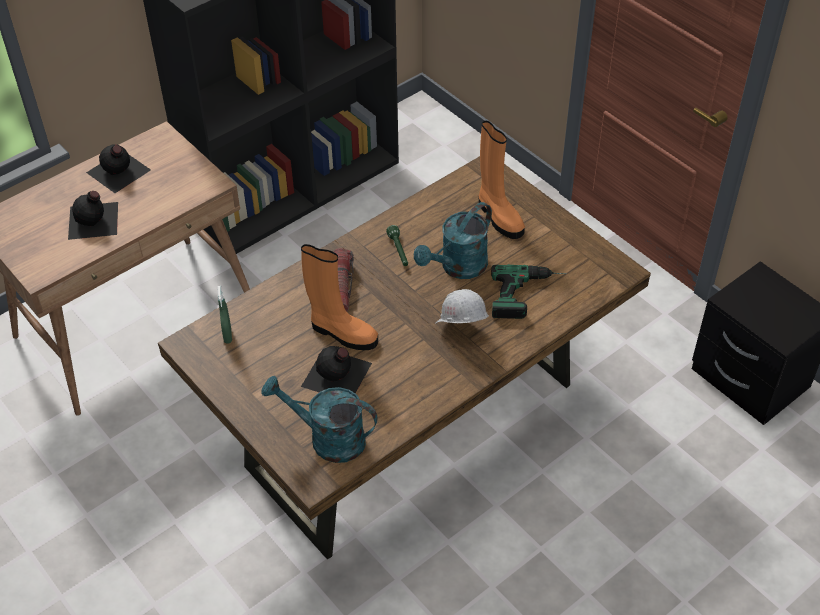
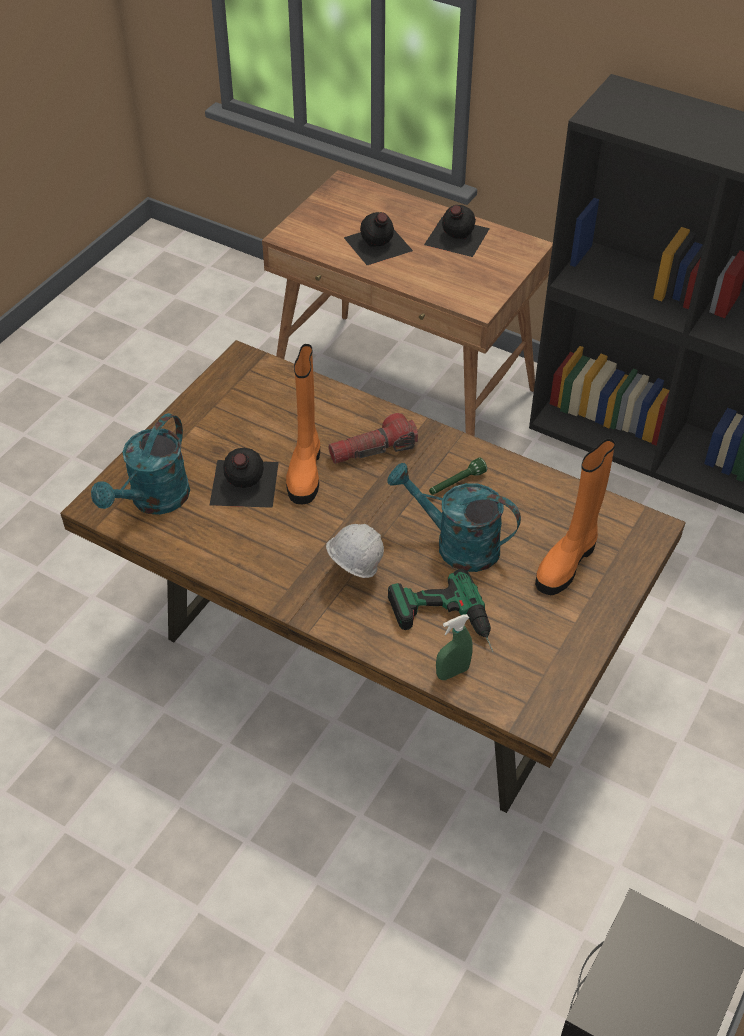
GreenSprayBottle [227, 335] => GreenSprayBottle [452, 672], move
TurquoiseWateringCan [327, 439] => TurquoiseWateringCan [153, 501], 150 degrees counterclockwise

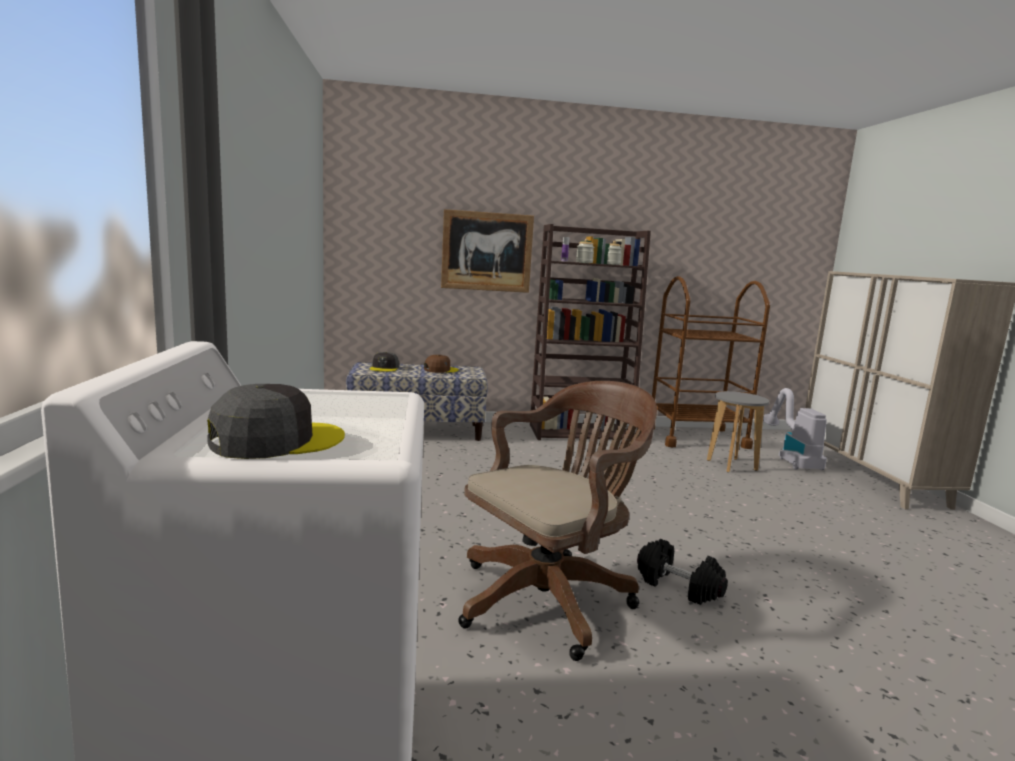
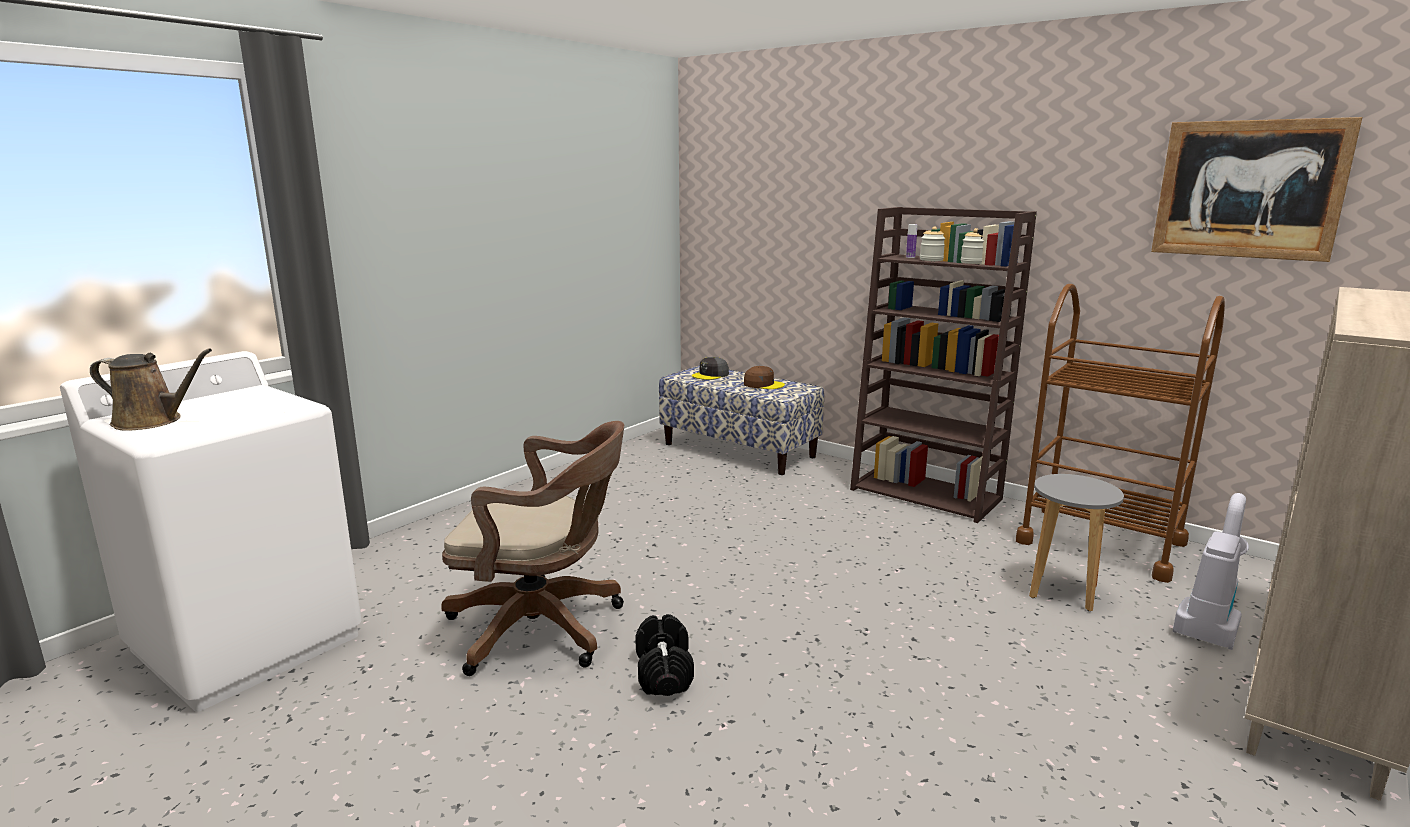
Picture [487, 251] => Picture [1248, 189], move
GreyCap [276, 440] => BrownWateringCan [152, 421]

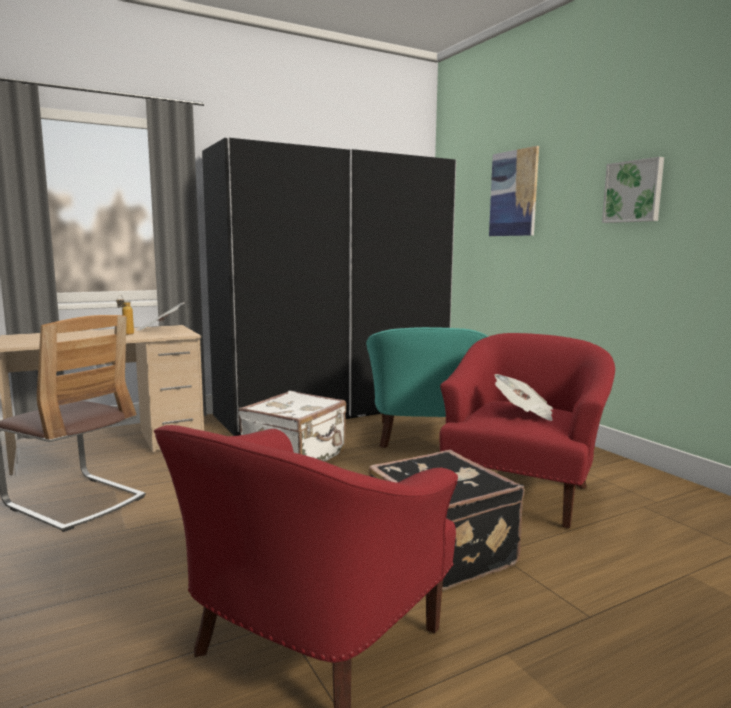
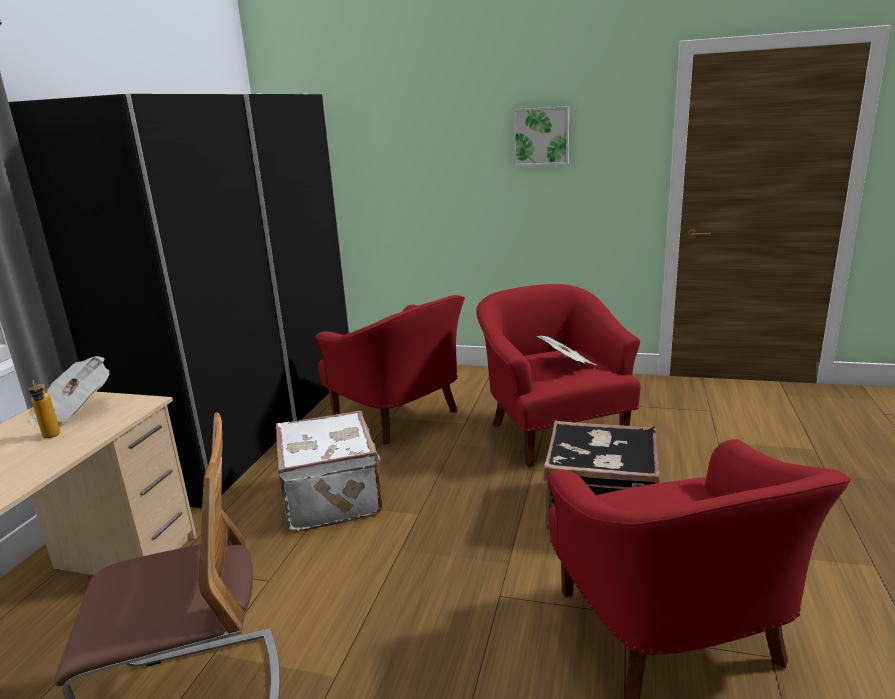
Picture [513, 193] => nothing
TurquoiseArmchair [423, 437] => RedArmchair [399, 417]

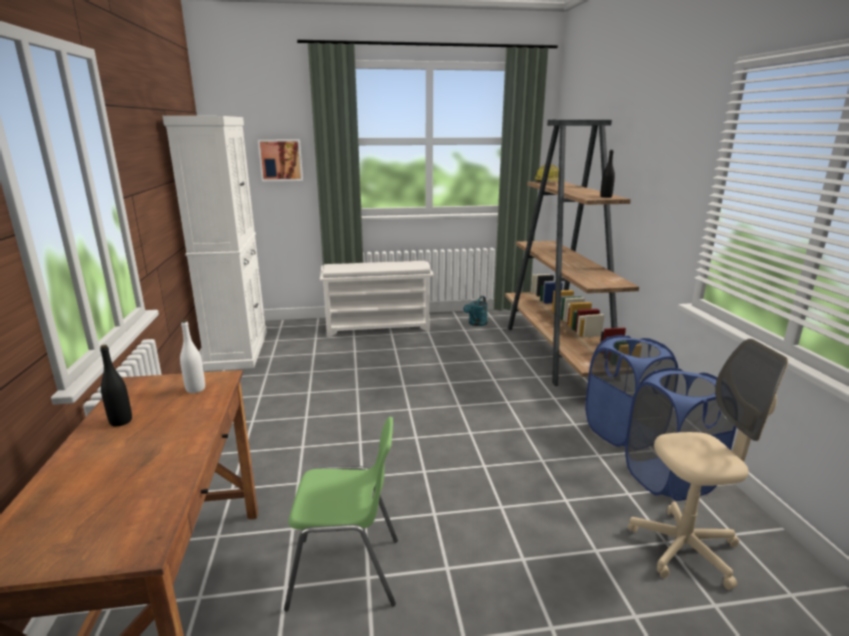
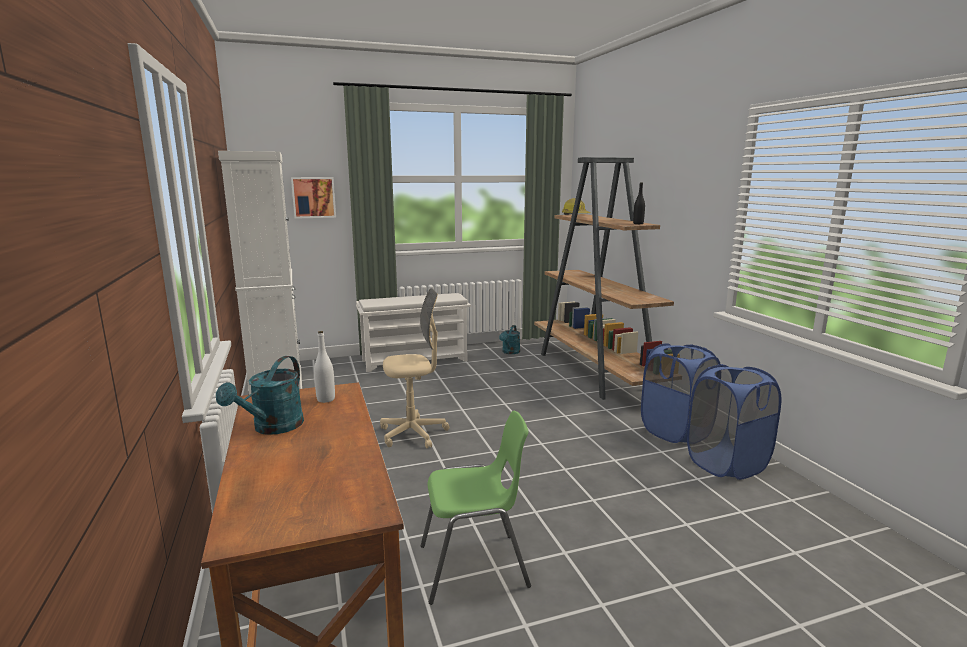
BeigeOfficeChair [684, 549] => BeigeOfficeChair [413, 434], move
BlackBottle [121, 421] => TurquoiseWateringCan [272, 428]

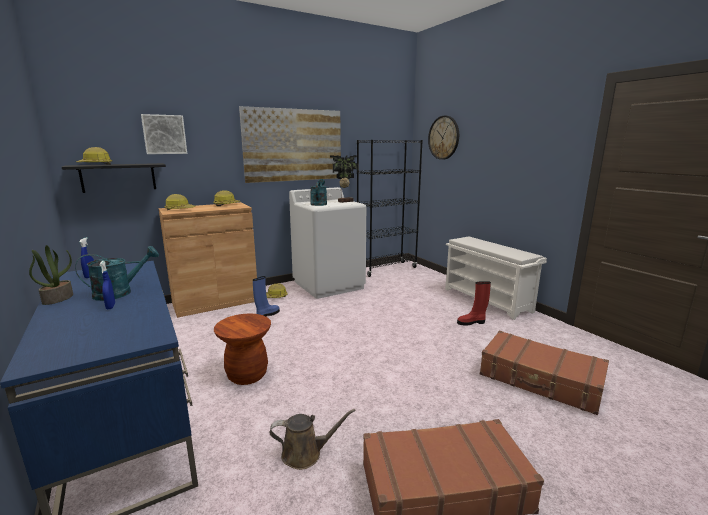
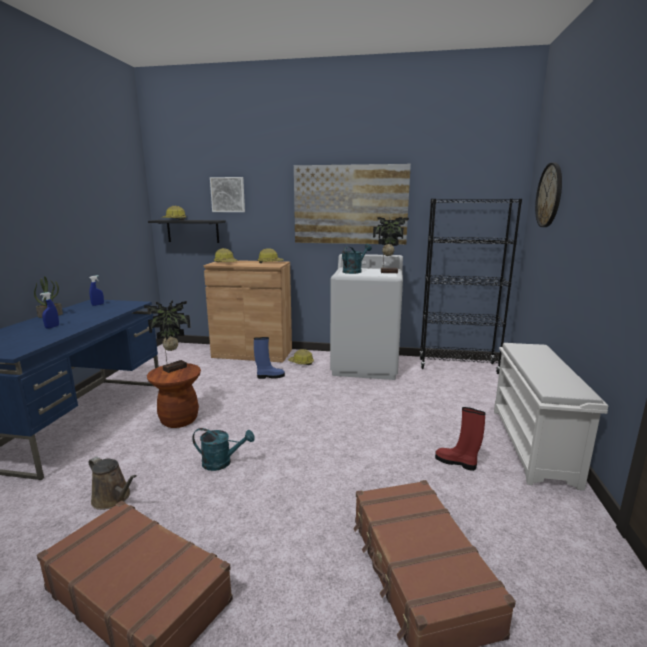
TurquoiseWateringCan [120, 292] => TurquoiseWateringCan [222, 462], move
nothing => PottedPlant [173, 368]

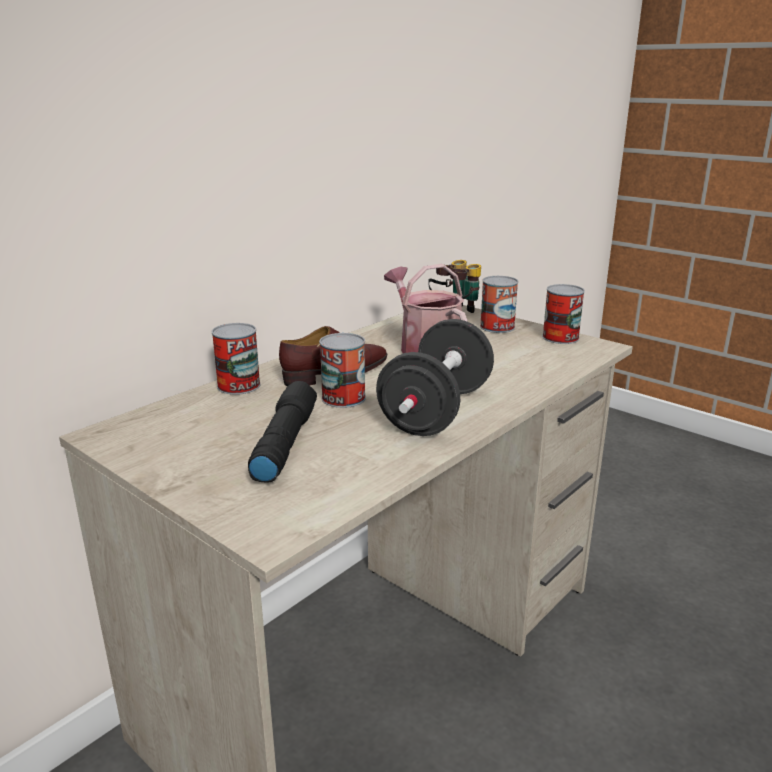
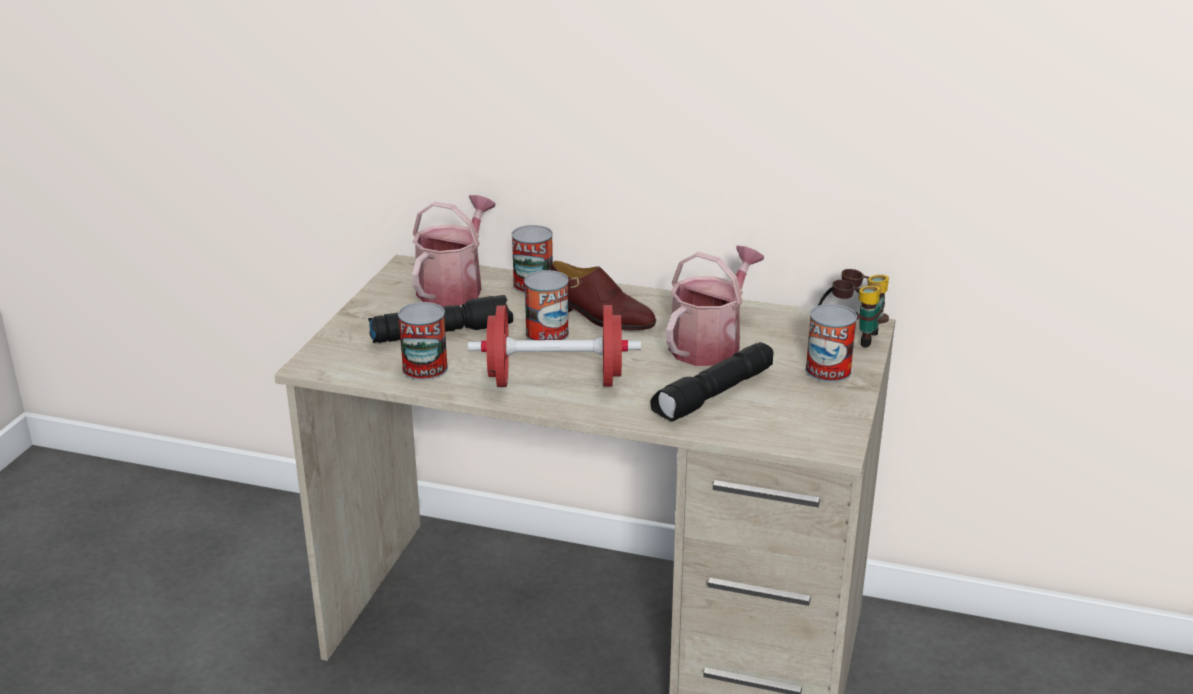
Can [560, 337] => Can [425, 368], move
BlackDumbbell [436, 411] => RedDumbbell [555, 381]
nothing => WateringCan [454, 287]
nothing => BlackFlashlight [714, 396]

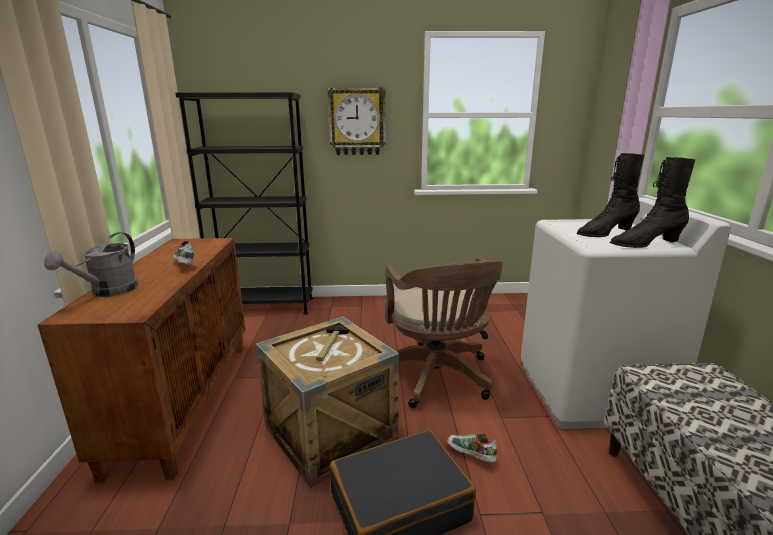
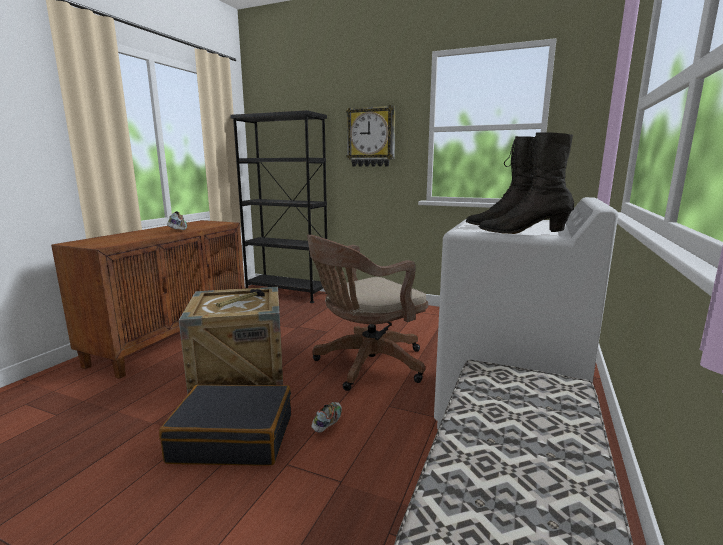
GreyWateringCan [108, 292] => nothing
BrownOfficeChair [437, 378] => BrownOfficeChair [366, 365], 45 degrees clockwise
Shoe [470, 456] => Shoe [327, 424], 45 degrees clockwise

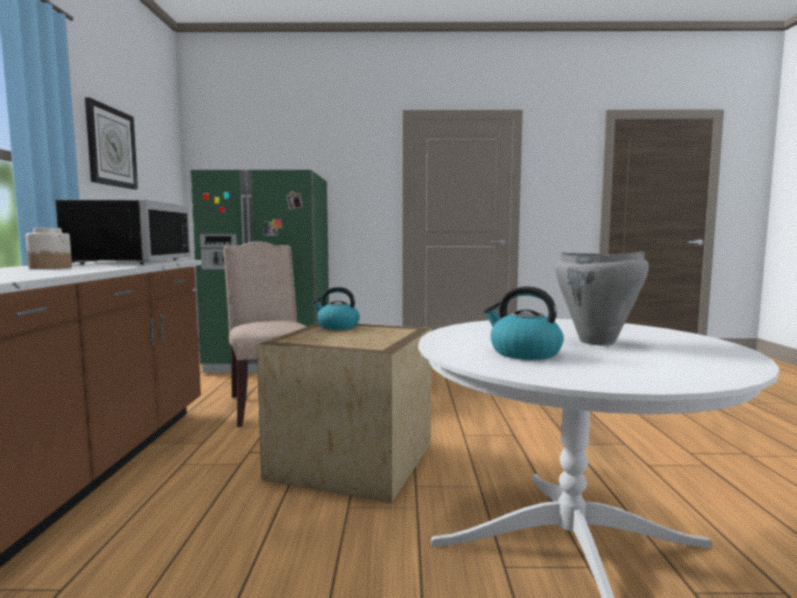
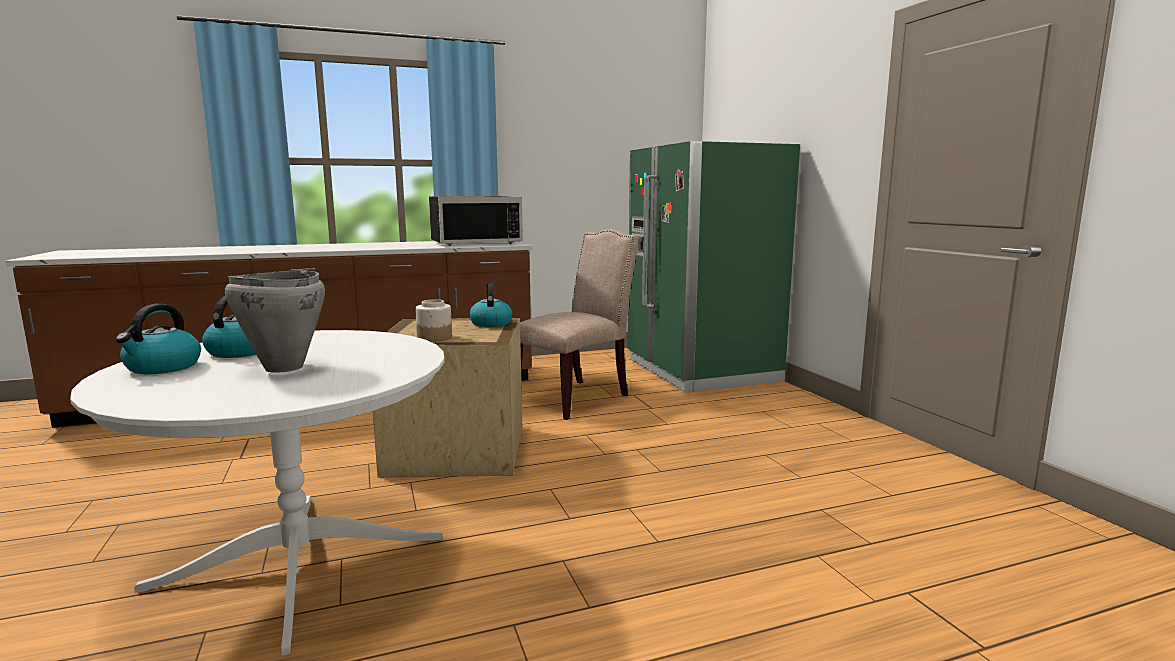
WallClock [111, 147] => nothing
Jar [51, 267] => Jar [435, 338], move
nothing => Kettle [162, 367]

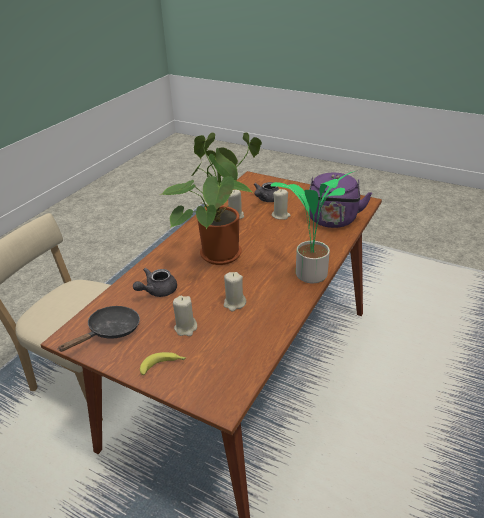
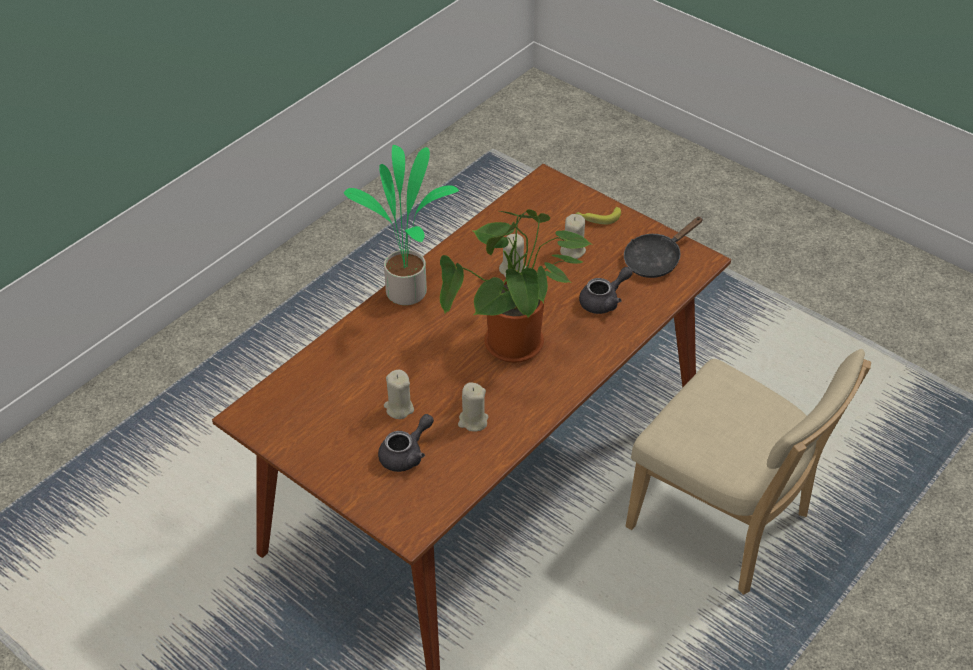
PurpleKettle [332, 221] => nothing

